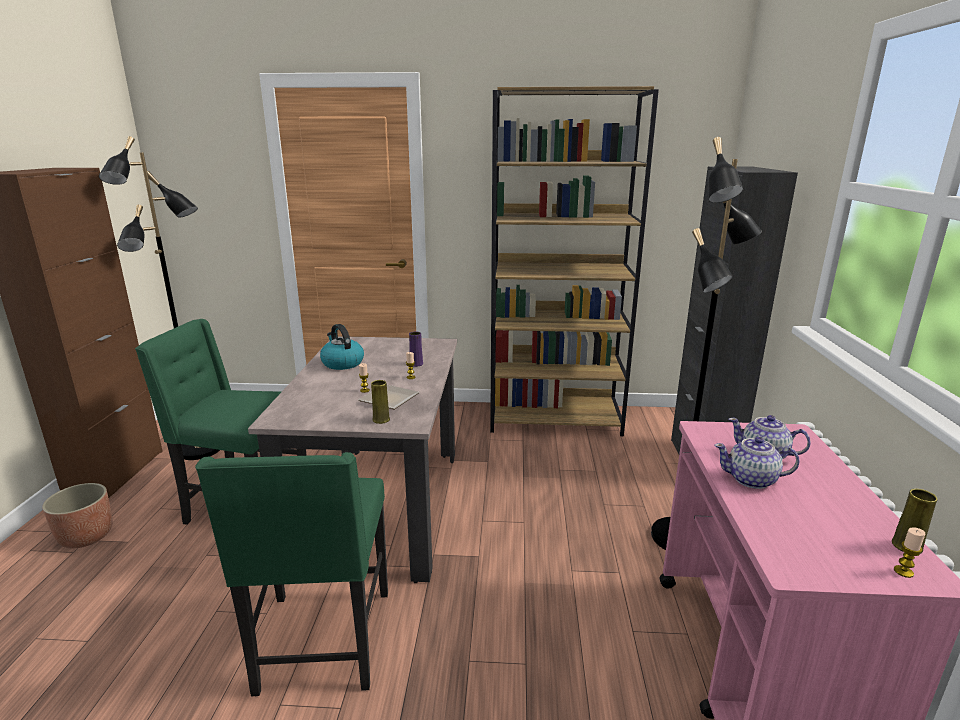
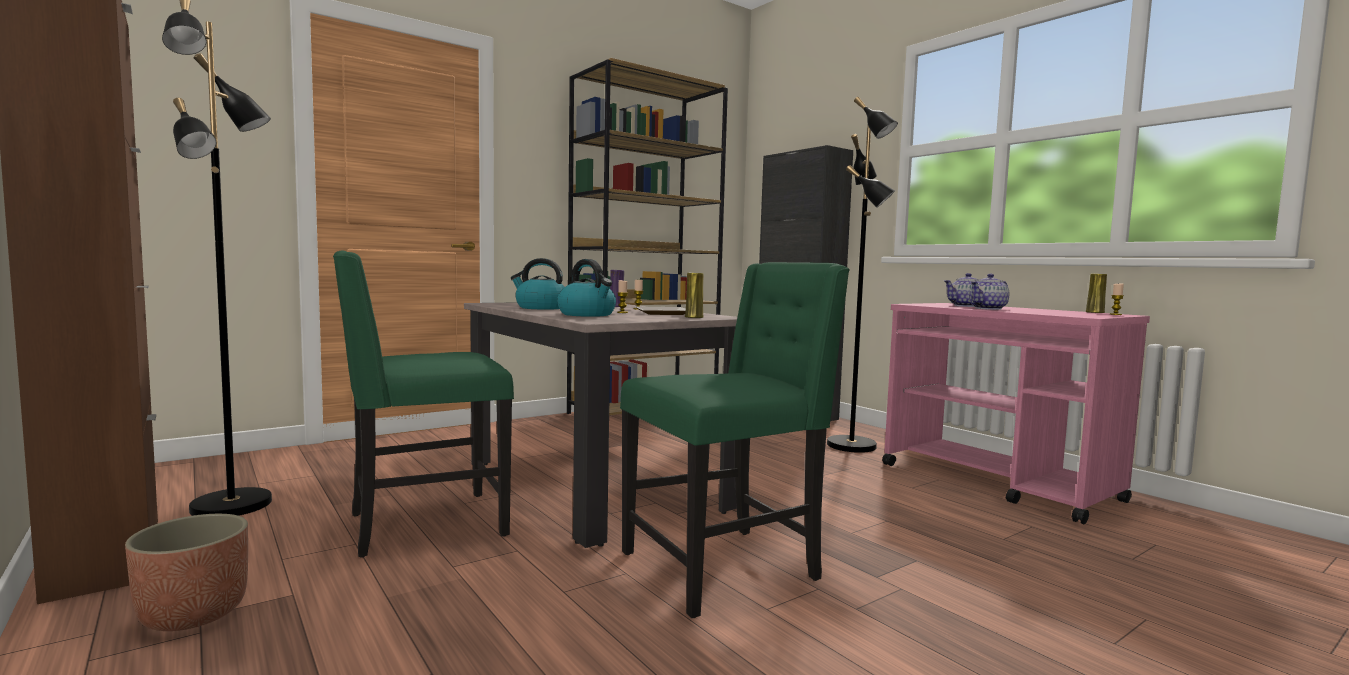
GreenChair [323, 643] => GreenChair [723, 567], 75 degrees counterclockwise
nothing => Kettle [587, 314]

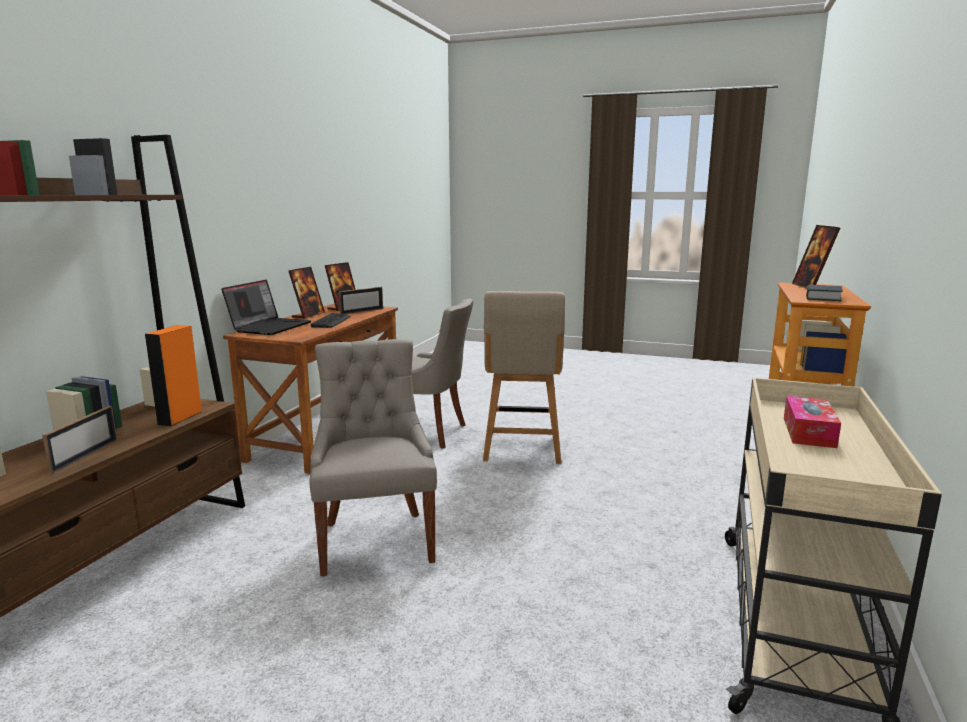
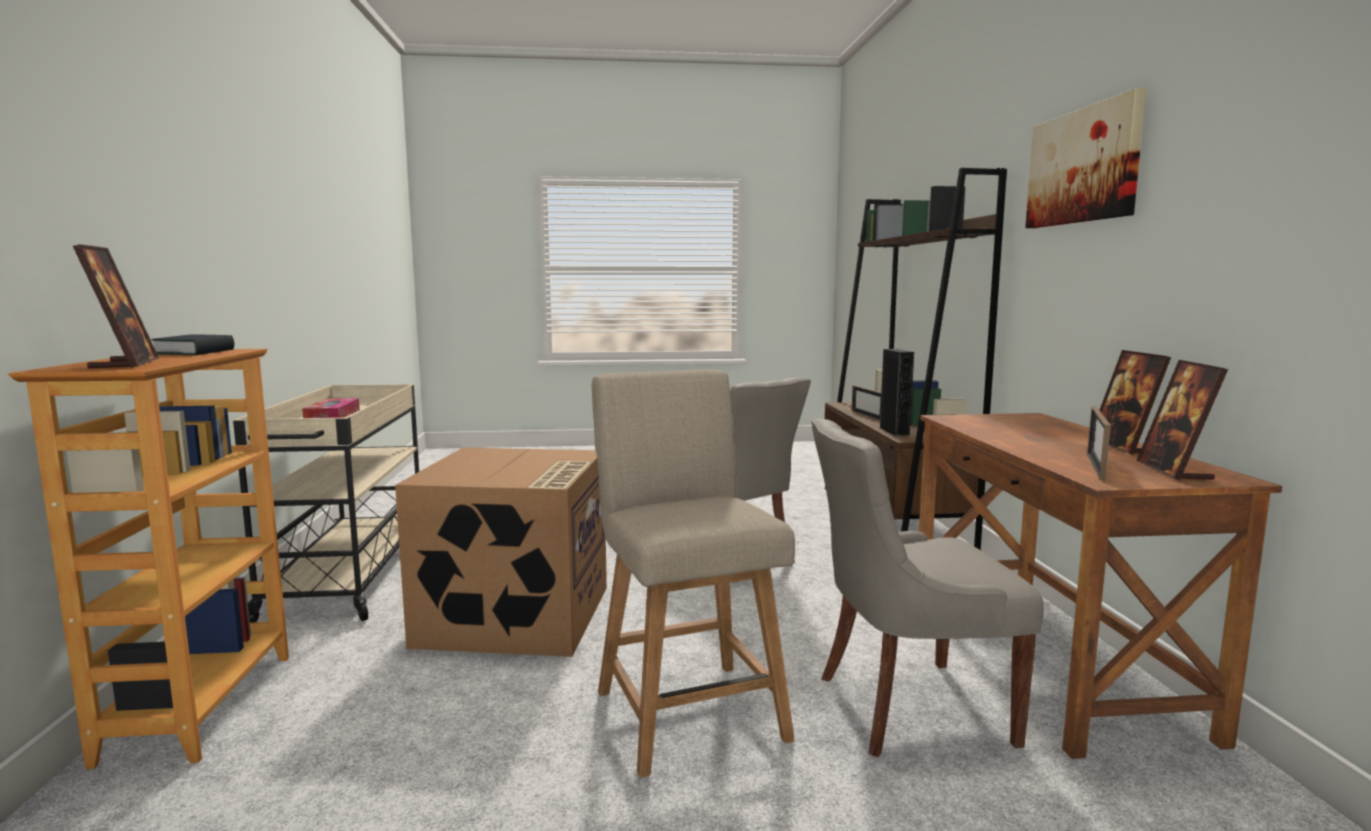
Laptop [270, 327] => nothing
Keyboard [331, 321] => nothing
OrangeSpeaker [180, 418] => BlackSpeaker [894, 431]
nothing => Picture [1083, 166]
nothing => CardboardBox [517, 617]

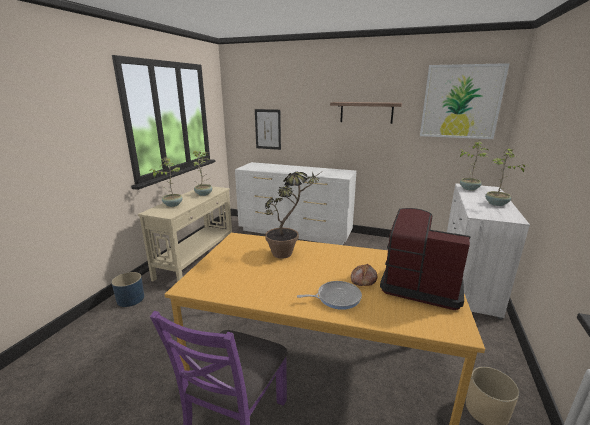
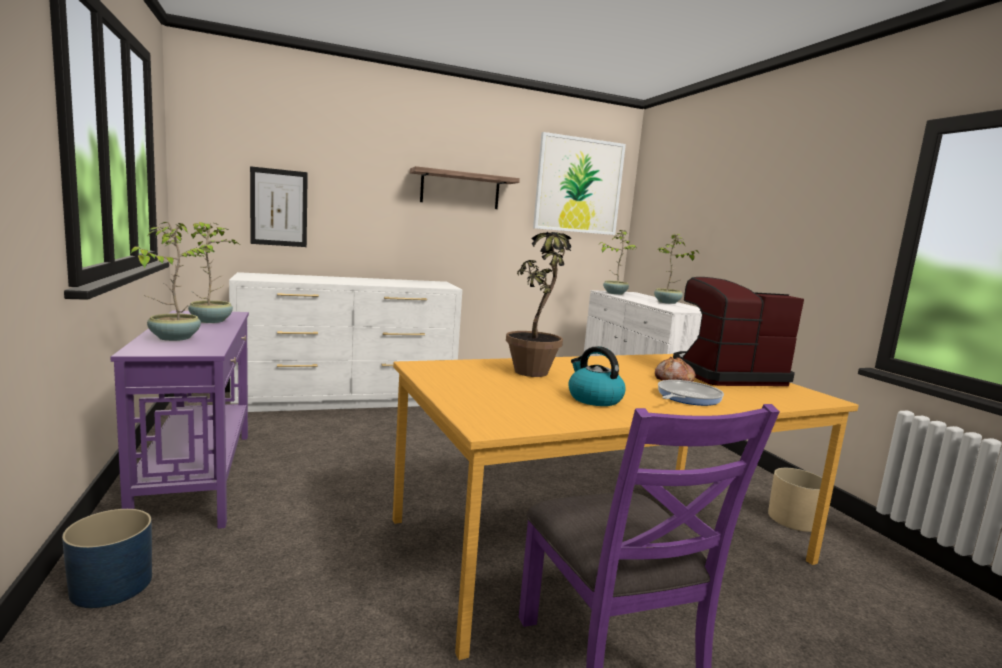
BeigeConsoleTable [197, 260] => PurpleConsoleTable [199, 476]
nothing => Kettle [593, 399]

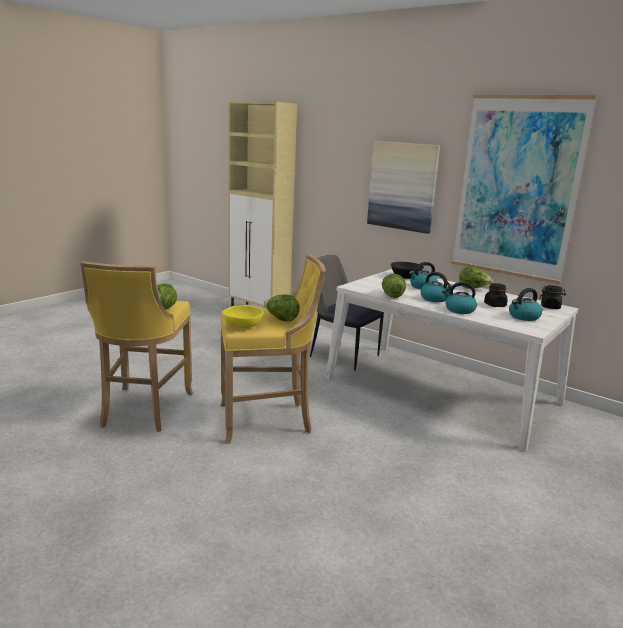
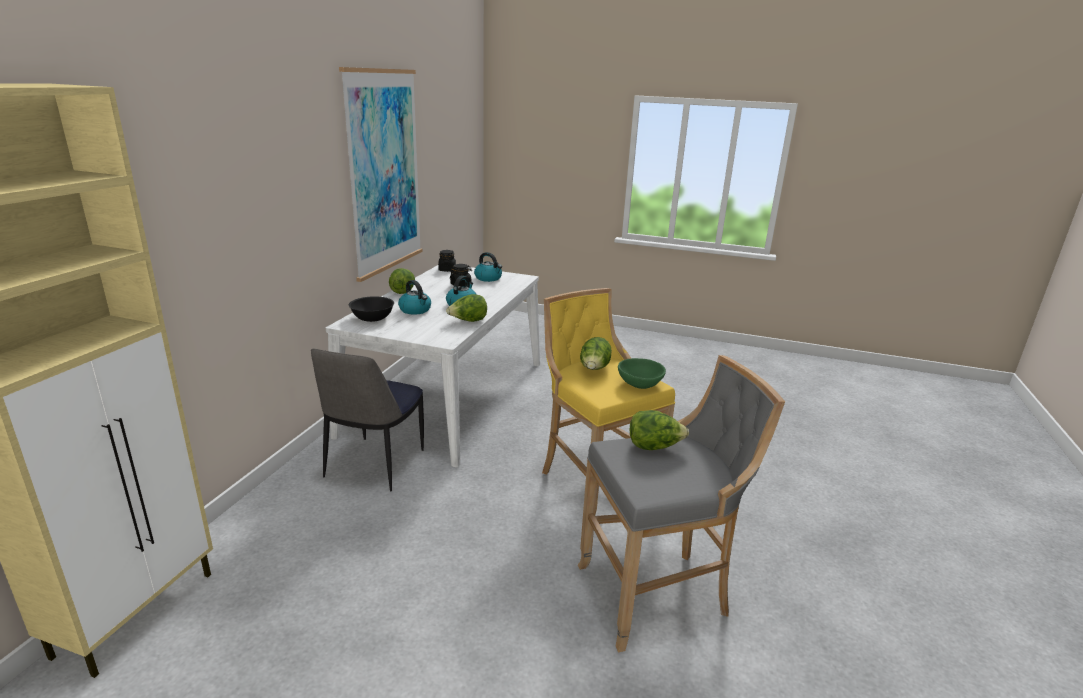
Picture [402, 186] => nothing
YellowStool [143, 410] => GreyStool [657, 593]
Kettle [459, 310] => nothing
YellowBowl [242, 326] => GreenBowl [640, 384]

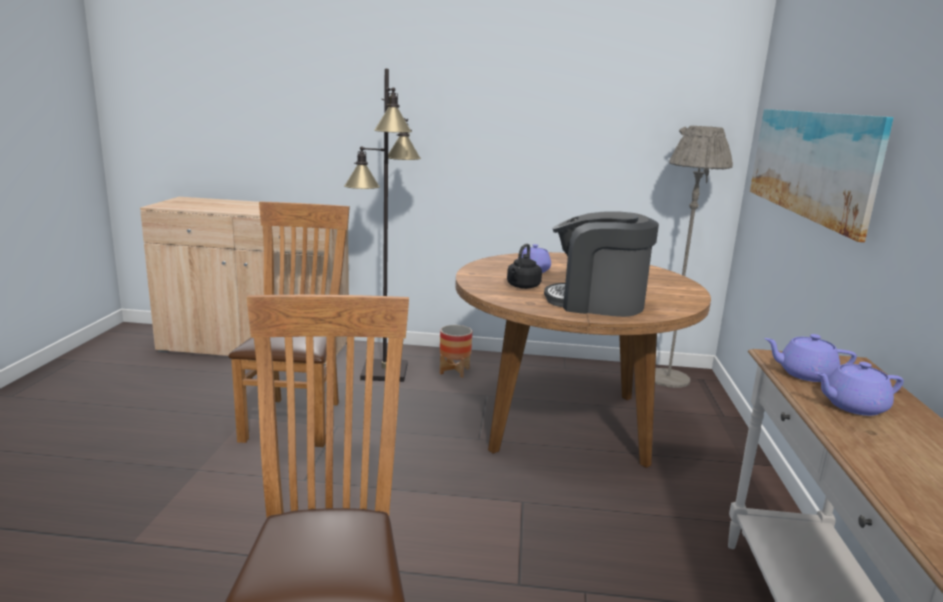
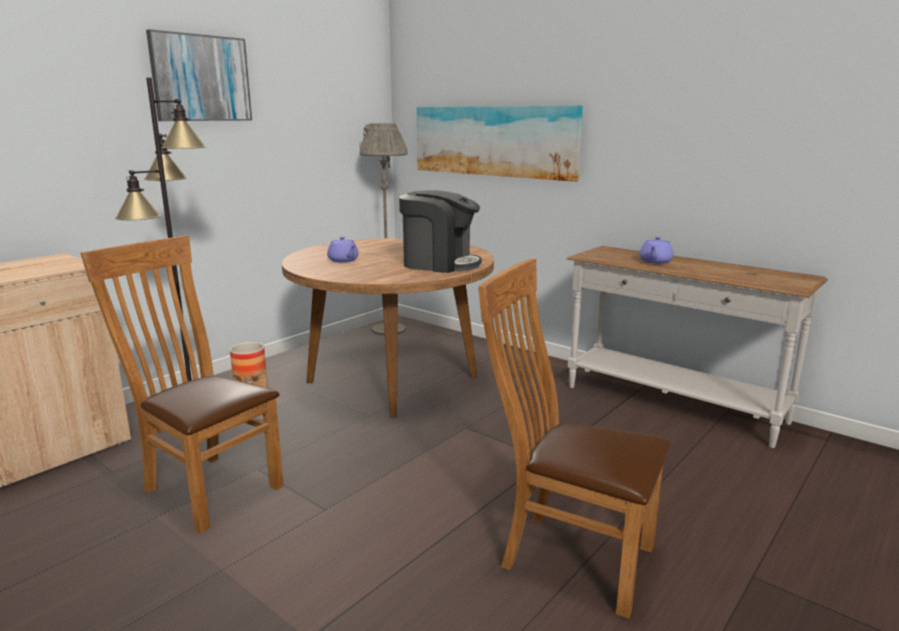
CoffeeMachine [597, 303] => CoffeeMachine [439, 264], 120 degrees counterclockwise
BlackKettle [522, 286] => nothing
PurpleTeapot [804, 374] => nothing
nothing => Picture [201, 78]

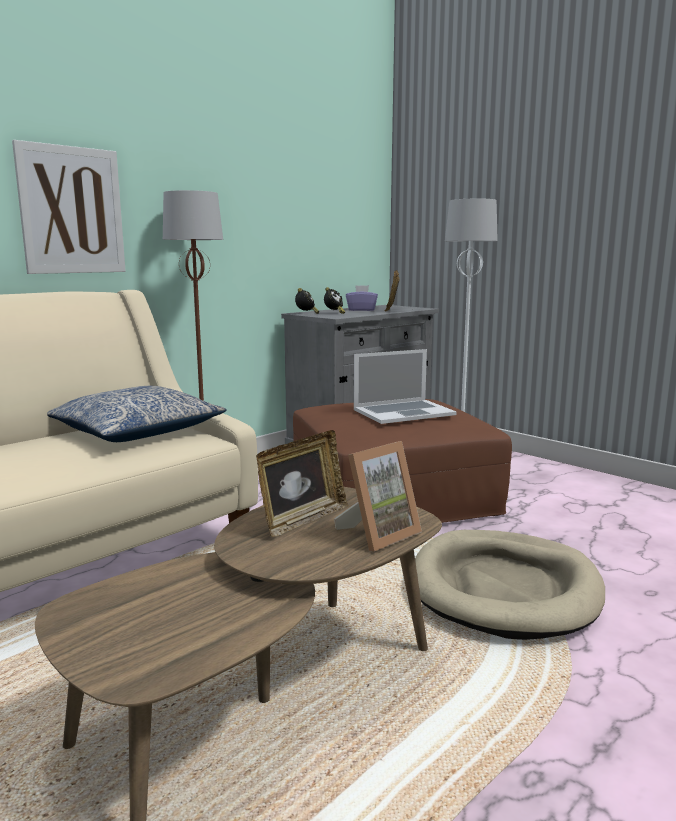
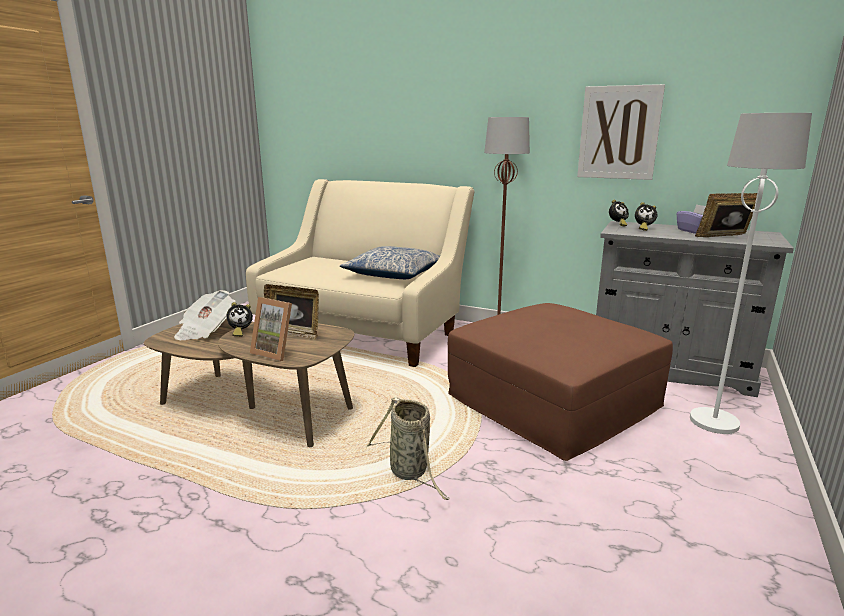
Picture [72, 210] => Picture [619, 133], move
Laptop [403, 412] => nothing
BeigeDogBed [504, 588] => Basket [410, 472]
nothing => Newspaper [206, 331]
nothing => AlarmClock [240, 332]

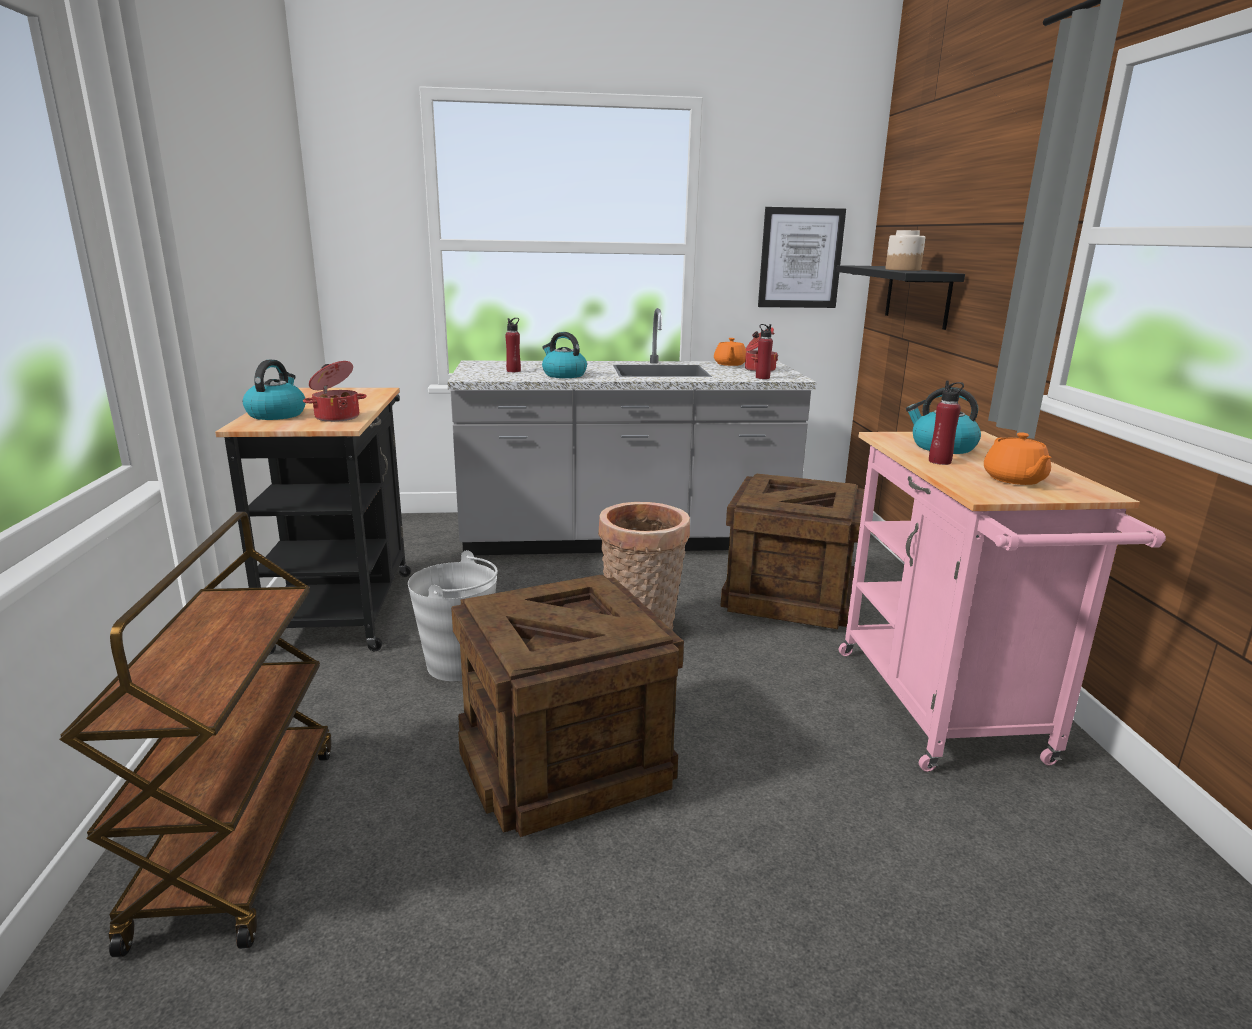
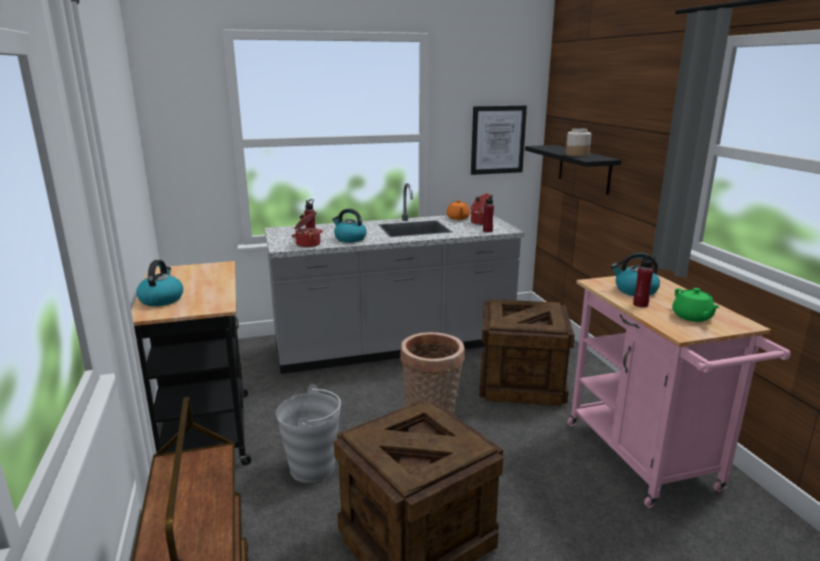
CookingPot [337, 417] => CookingPot [307, 244], move
OrangeTeapot [1014, 480] => GreenTeapot [692, 317]

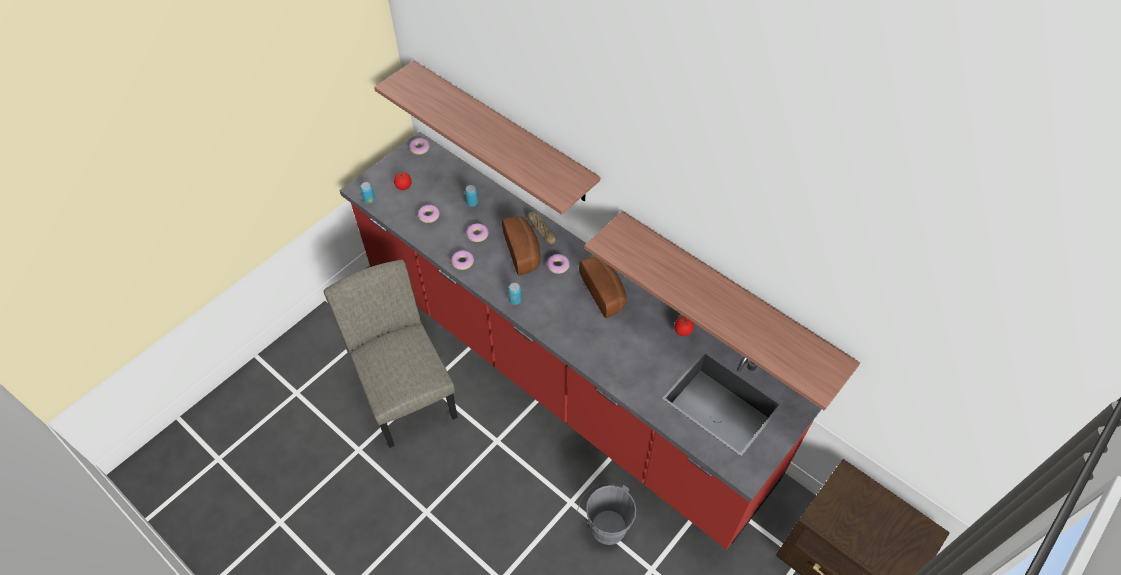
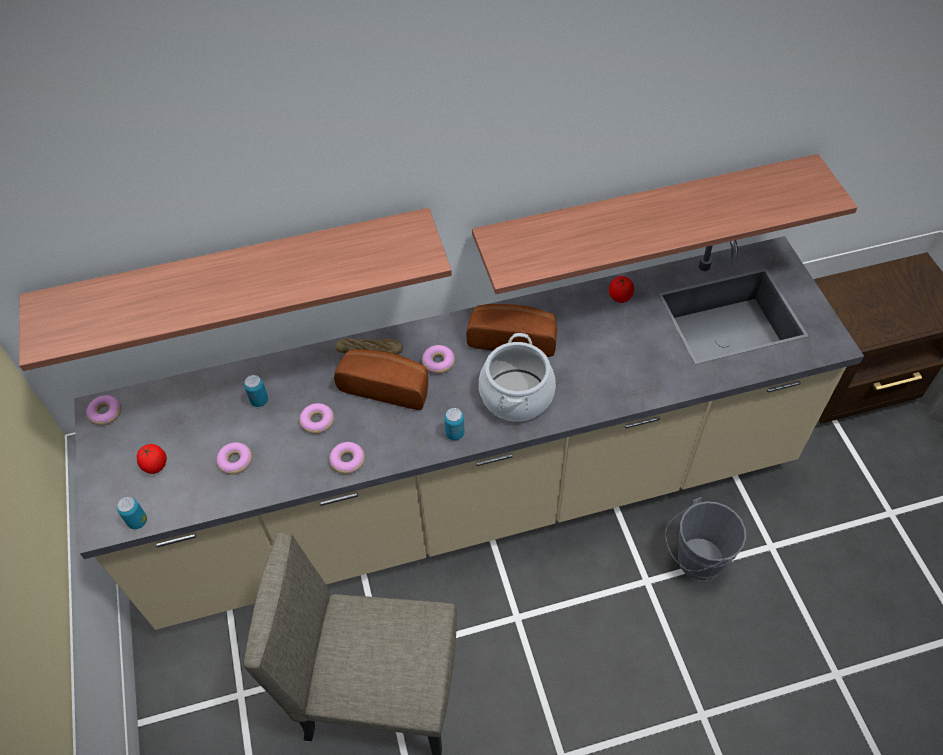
RedCounter [560, 374] => BeigeCounter [475, 497]
nothing => CookingPot [516, 395]

